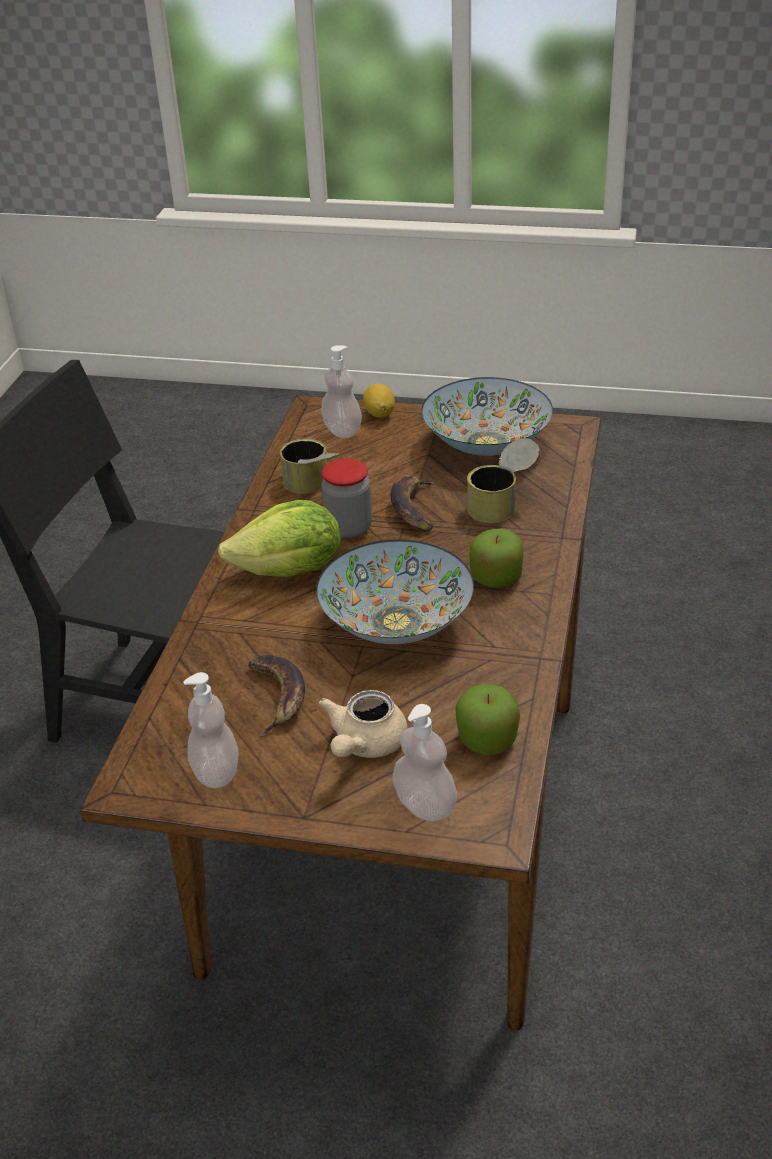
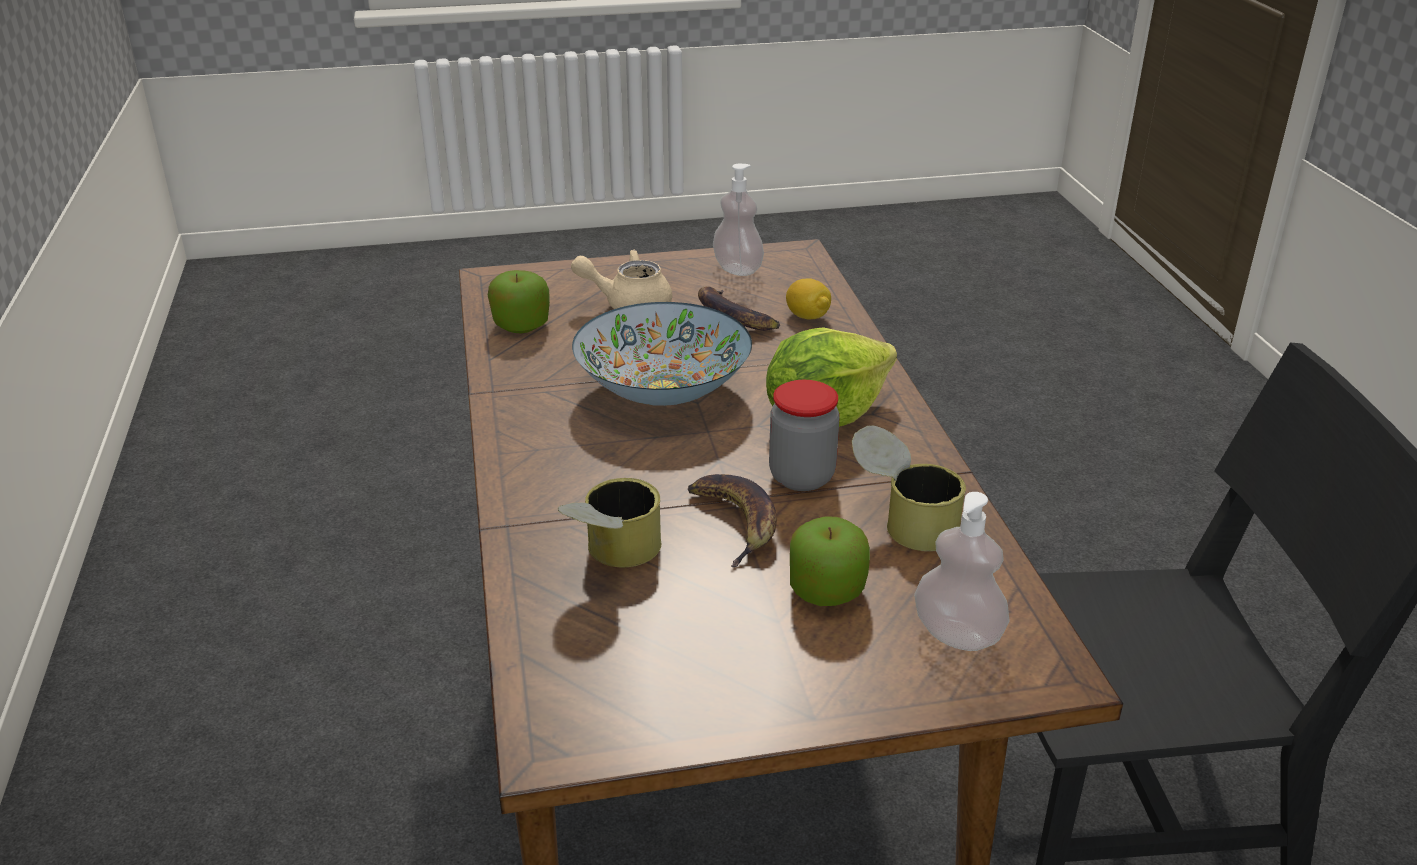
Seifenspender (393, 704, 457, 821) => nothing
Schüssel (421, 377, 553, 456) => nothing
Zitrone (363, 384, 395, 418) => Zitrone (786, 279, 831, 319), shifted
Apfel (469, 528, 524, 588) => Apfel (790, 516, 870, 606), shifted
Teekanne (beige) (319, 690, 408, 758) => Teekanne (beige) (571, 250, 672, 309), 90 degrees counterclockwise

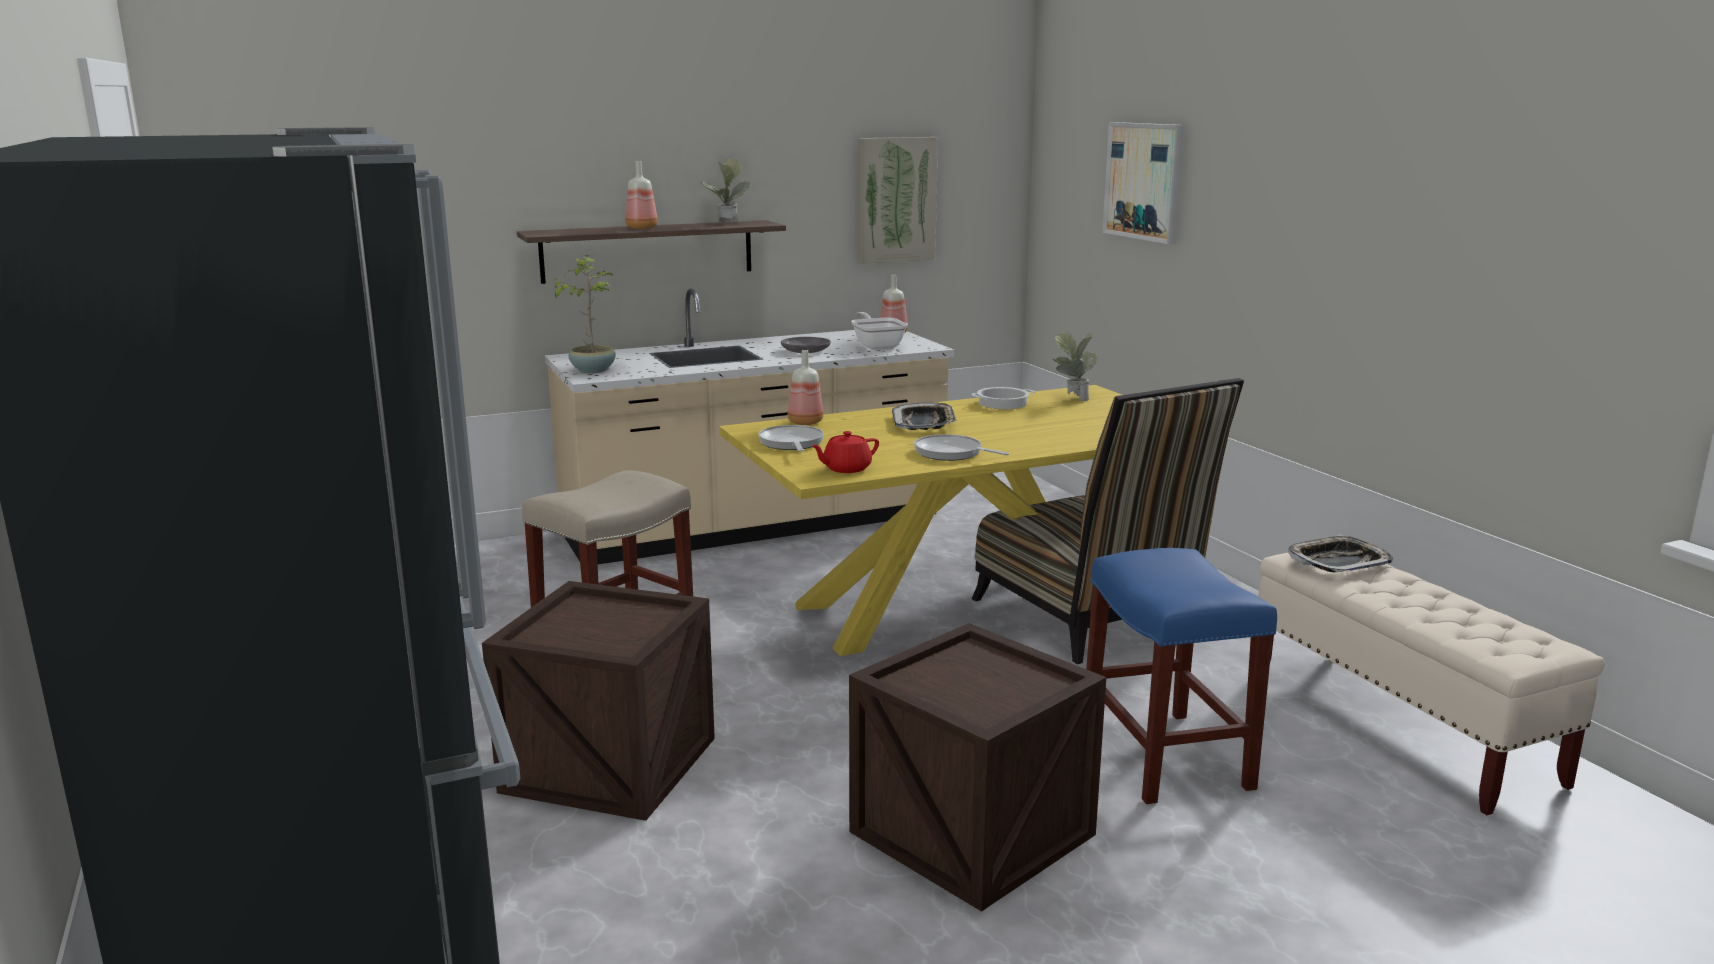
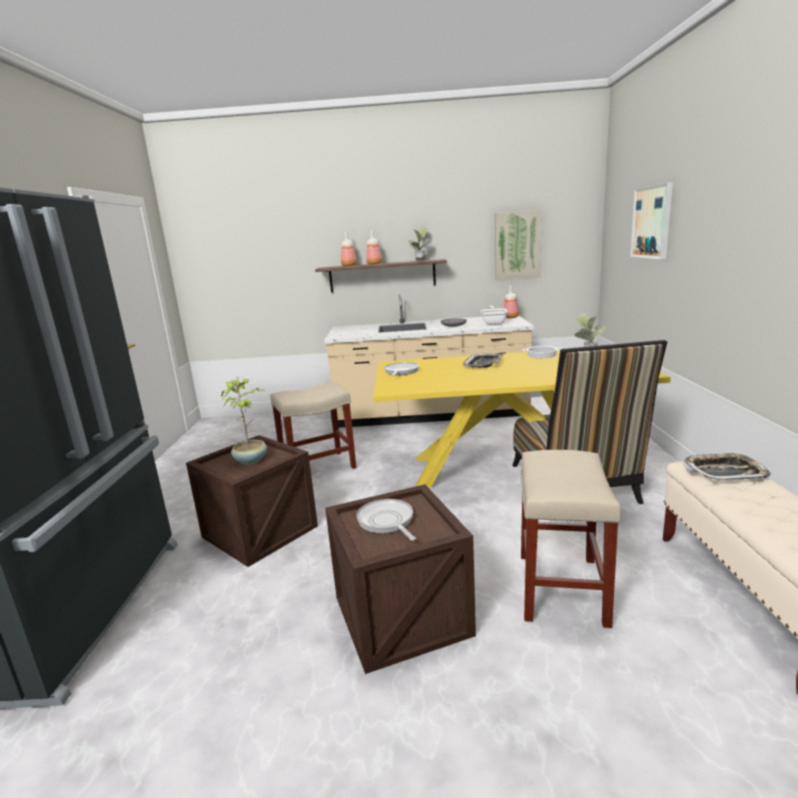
Teekanne (rot) (811, 431, 879, 473) => nothing
Topfpflanze (551, 255, 616, 373) => Topfpflanze (221, 377, 267, 465), shifted
Flasche (788, 350, 823, 425) => Flasche (341, 232, 357, 266), shifted
Pfanne (914, 434, 1009, 461) => Pfanne (356, 499, 416, 541), shifted
Hocker (blau) (1086, 548, 1277, 804) => Hocker (beige) (521, 450, 621, 628)

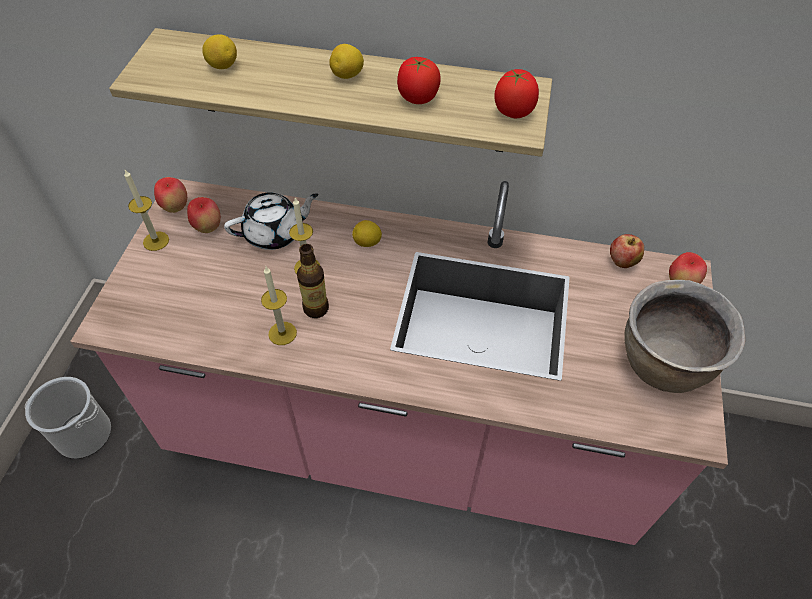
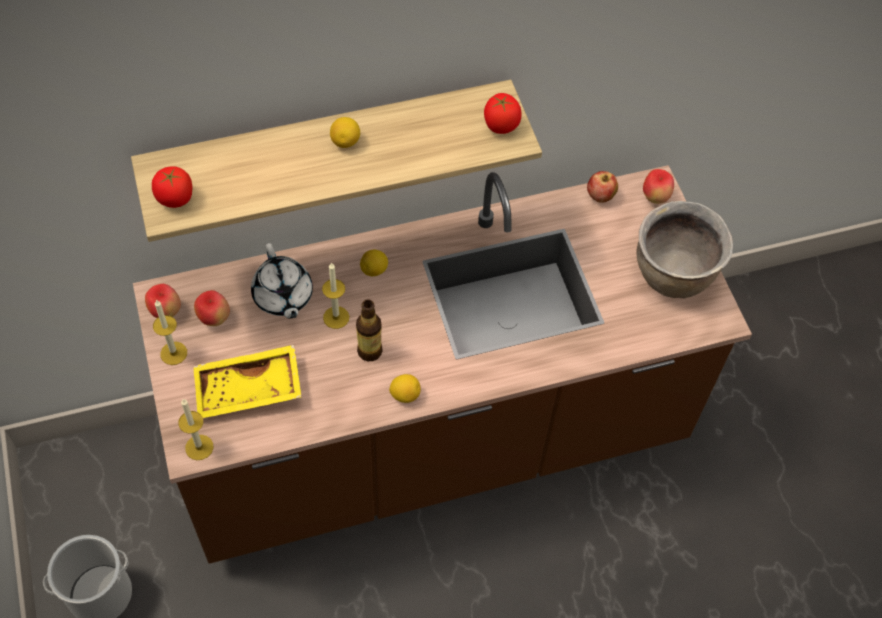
nothing => Tablett (gelb) (193, 345, 301, 418)
Zitrone (202, 34, 237, 69) => Zitrone (389, 374, 421, 403), shifted
Kerze (261, 267, 297, 345) => Kerze (178, 399, 213, 460), shifted
Tomate (397, 57, 441, 104) => Tomate (152, 166, 192, 208), shifted
Küchenzeile (rosa) (70, 179, 728, 545) => Küchenzeile (braun) (133, 165, 752, 564)
Teekanne (weiß) (224, 192, 319, 250) => Teekanne (weiß) (251, 243, 313, 318), 120 degrees clockwise

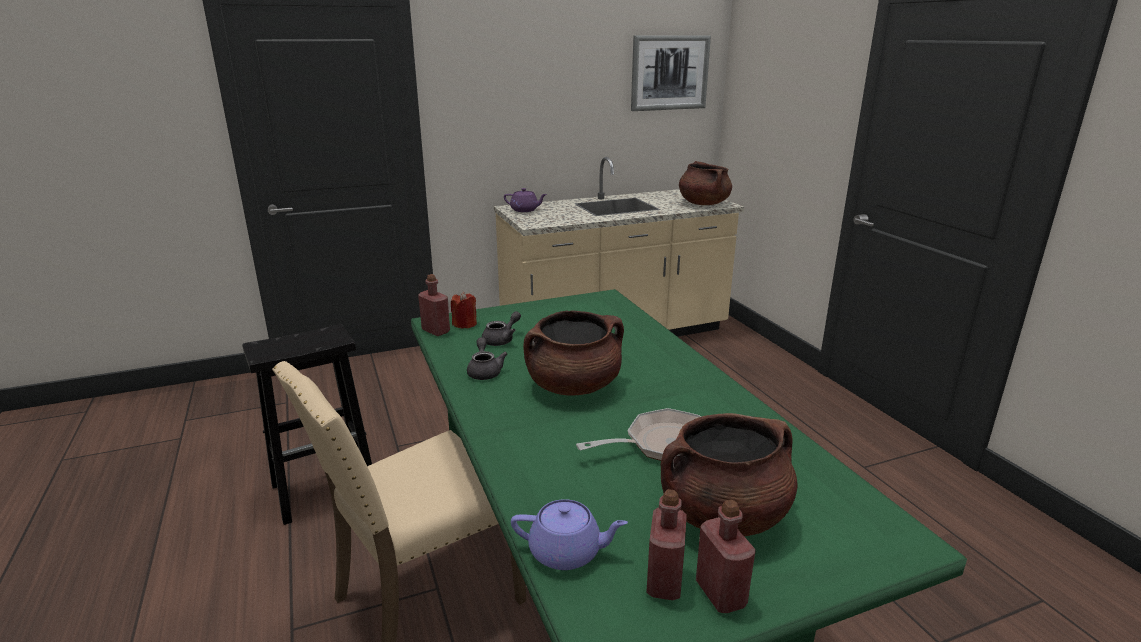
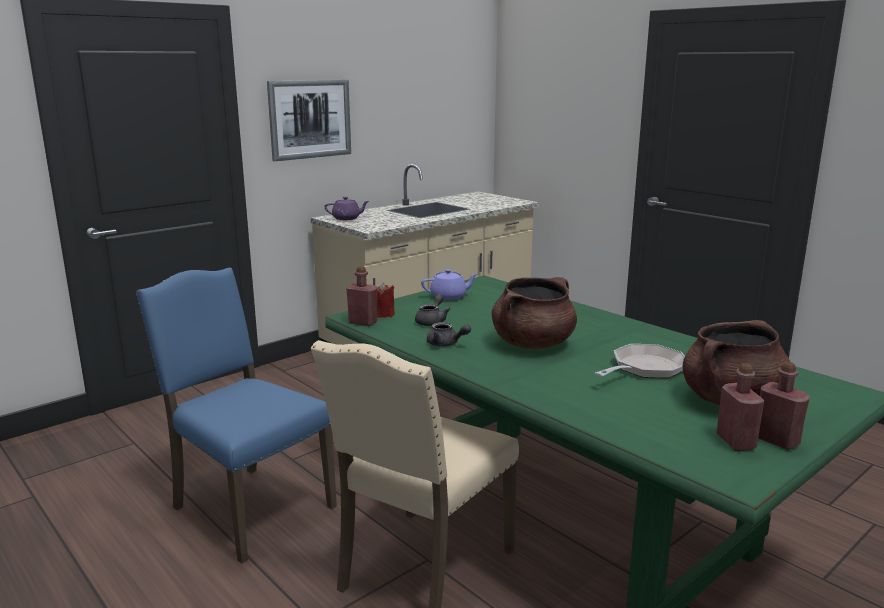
Kochtopf (braun) (679, 161, 732, 205) => nothing
Teekanne (lila) (511, 499, 628, 570) => Teekanne (lila) (421, 269, 478, 300), shifted
Bild (631, 35, 711, 111) => Bild (267, 80, 351, 161), shifted
Hocker (schwarz) (242, 324, 372, 525) => Stuhl (blau) (136, 268, 337, 563)
Teekanne (grau) (467, 337, 507, 380) => Teekanne (grau) (427, 322, 471, 347), 150 degrees clockwise

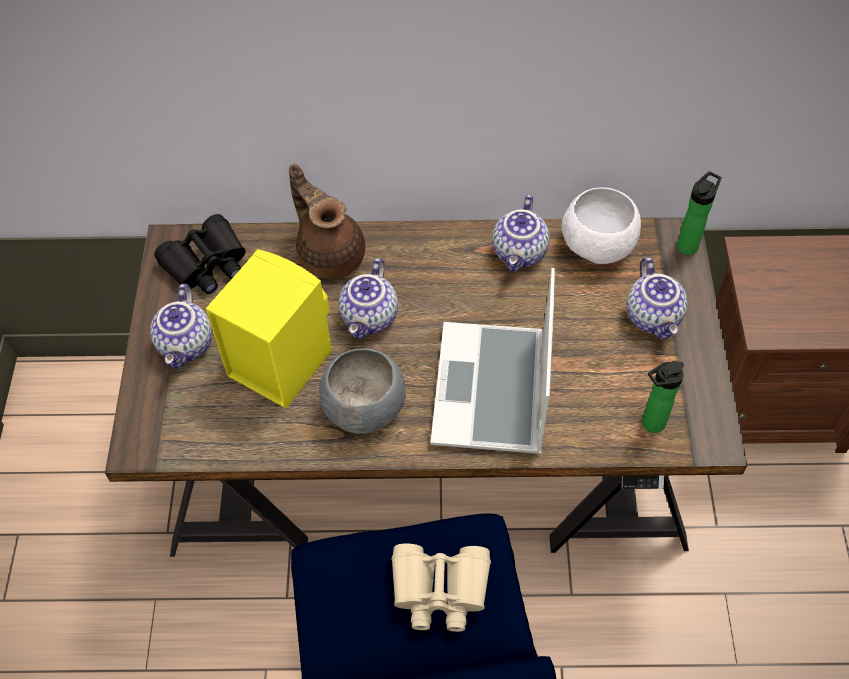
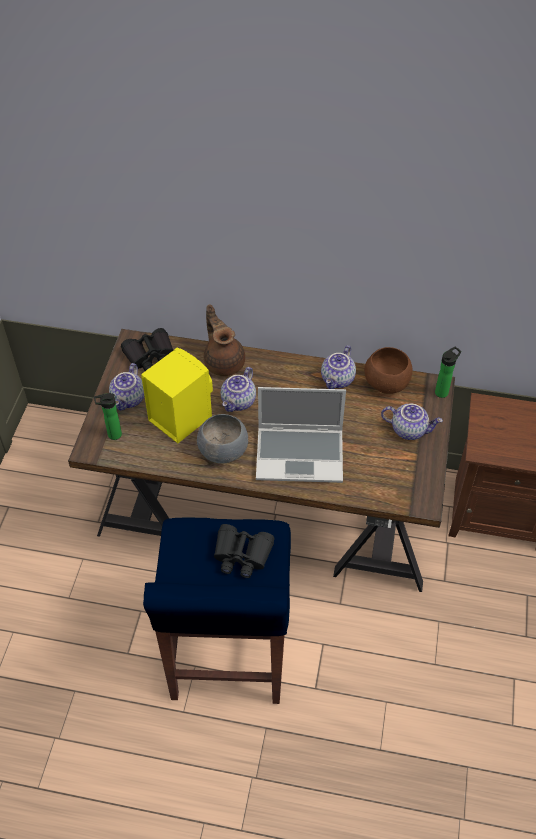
Flasche (642, 361, 684, 433) => Flasche (94, 393, 122, 440), shifted
Fernglas (beige) (391, 543, 491, 632) => Fernglas (schwarz) (214, 524, 275, 578)
Schüssel (weiß) (562, 188, 641, 264) => Schüssel (braun) (364, 347, 413, 394)
Laptop (431, 268, 555, 454) => Laptop (256, 387, 346, 483), 105 degrees counterclockwise
Teekanne (626, 257, 688, 340) => Teekanne (381, 404, 443, 440), 75 degrees counterclockwise

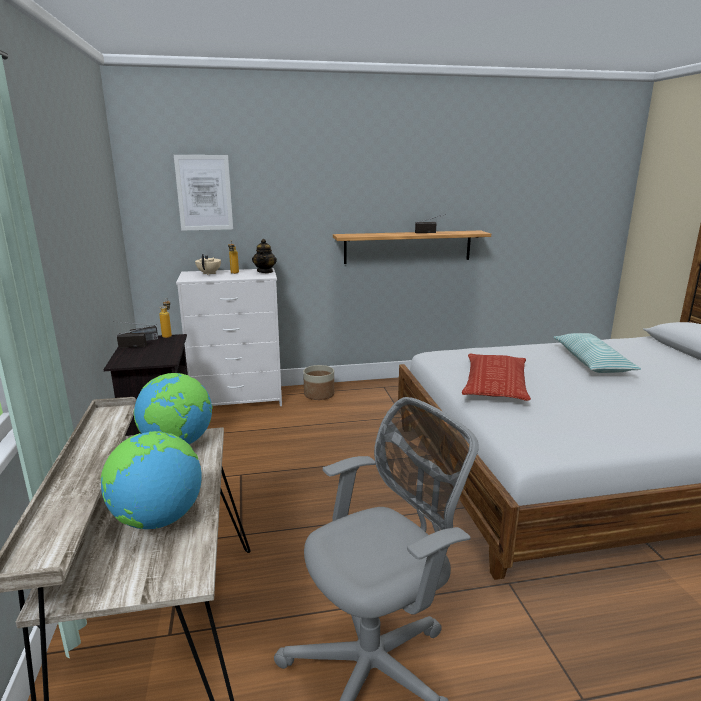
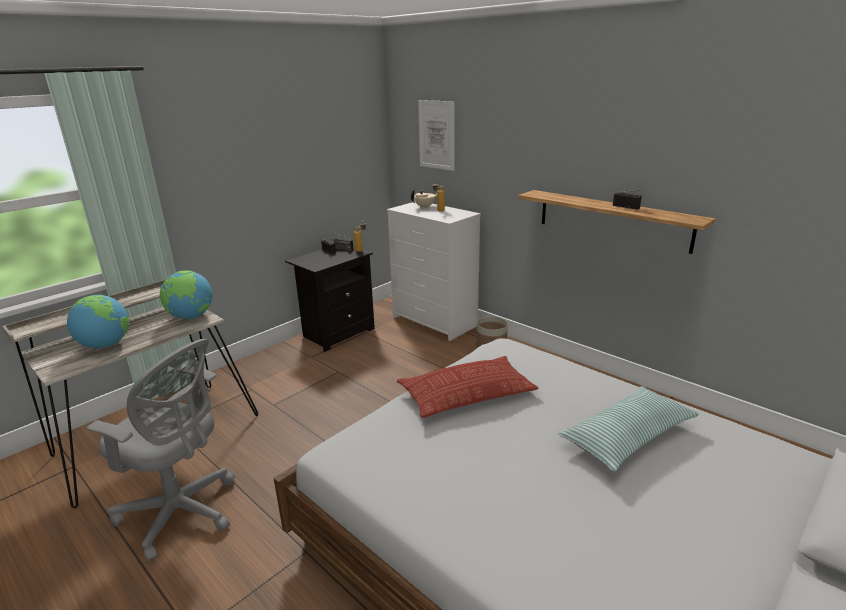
Teekanne (252, 239, 277, 273) => nothing

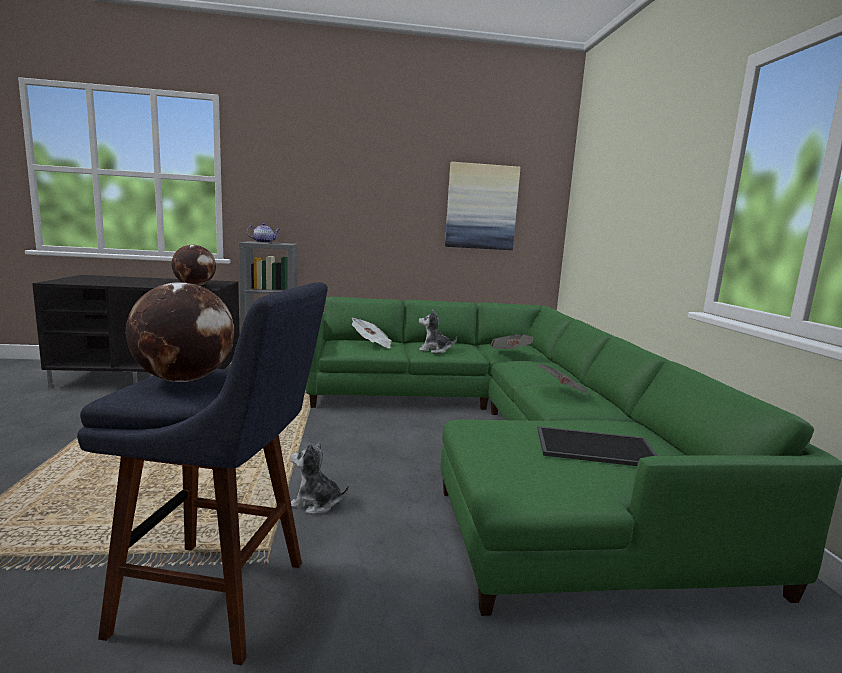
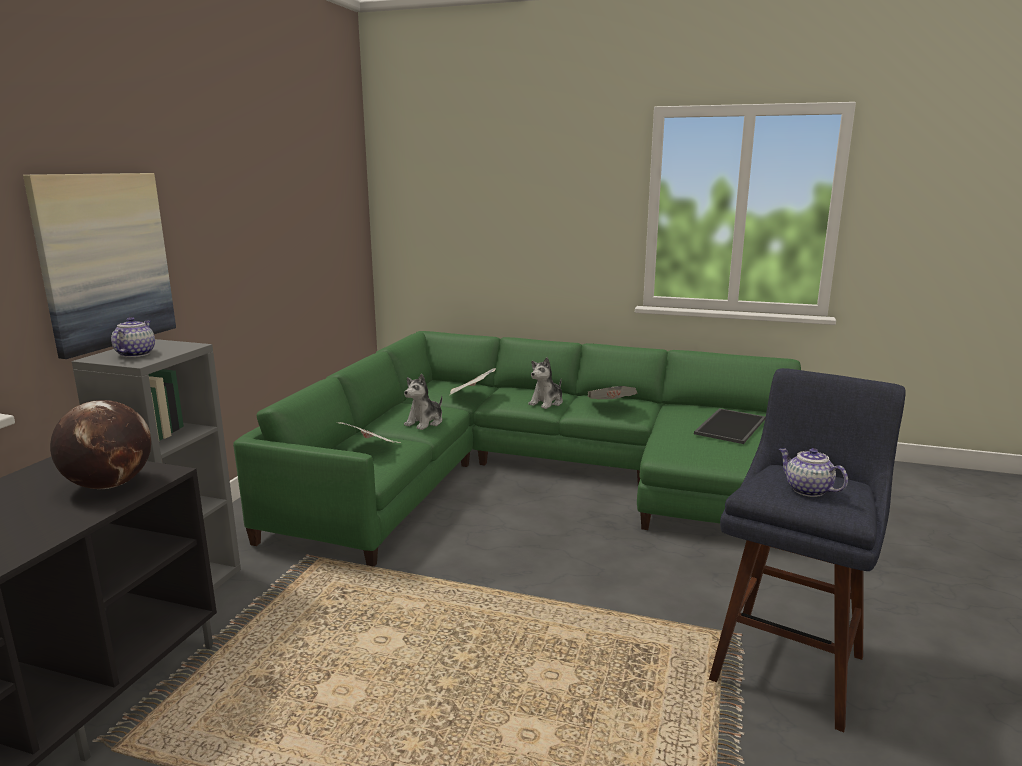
Plüschtier (290, 442, 349, 514) => Plüschtier (528, 357, 563, 409), shifted
Bild (445, 162, 520, 250) => Bild (23, 173, 176, 359), shifted
Globus (126, 282, 234, 382) => Teekanne (779, 448, 848, 497)

